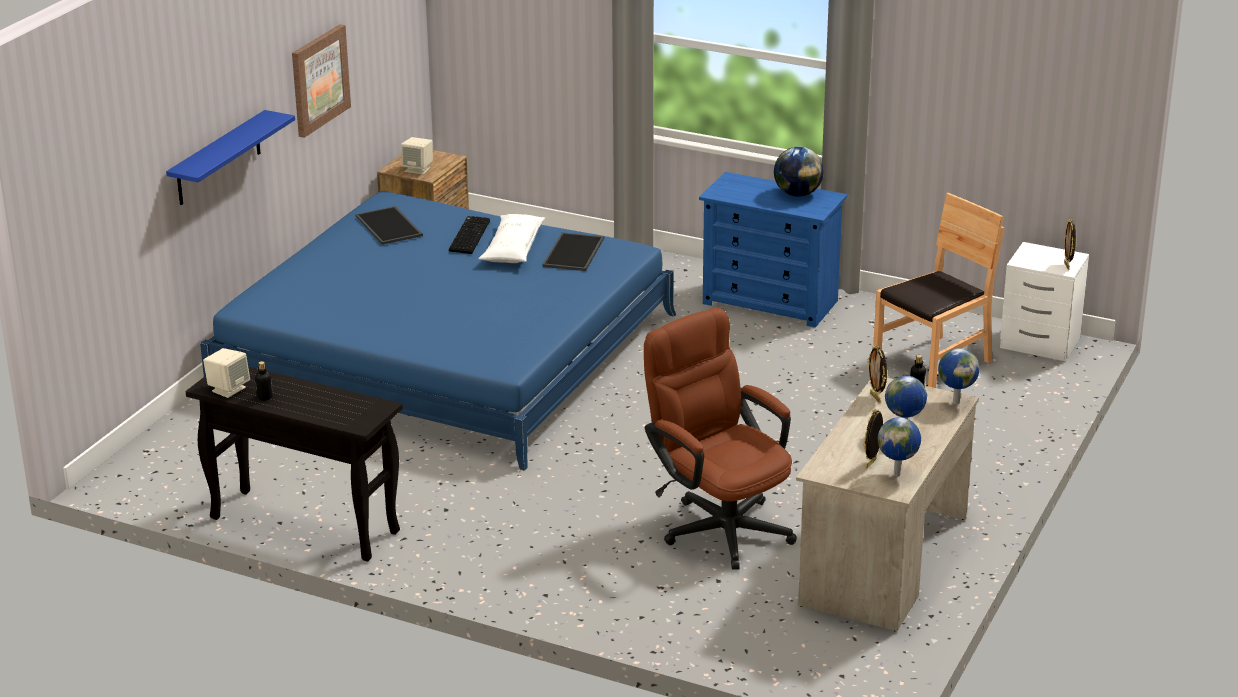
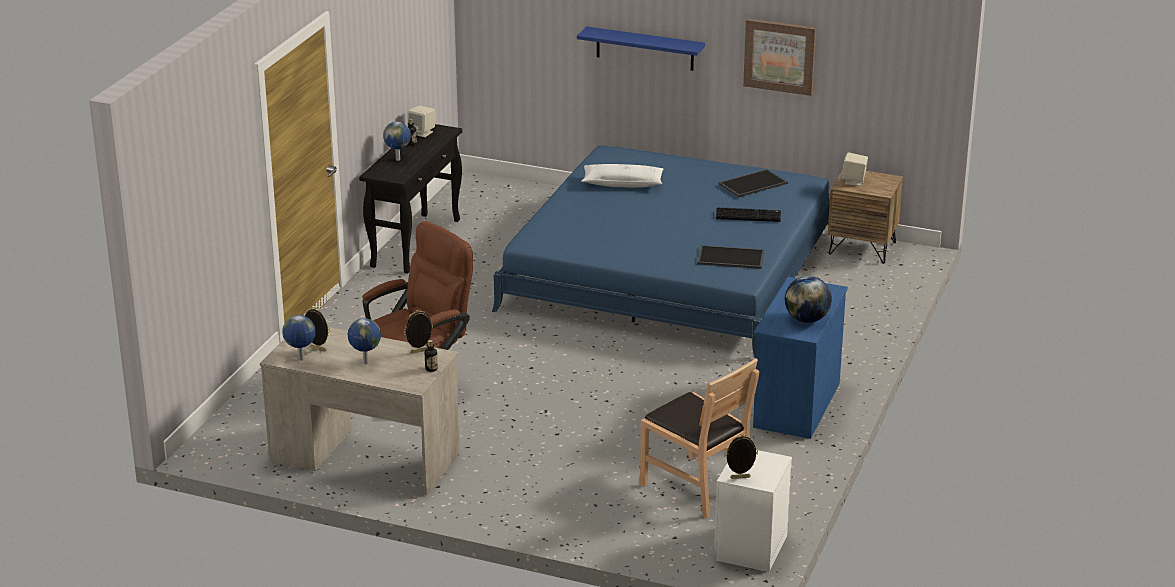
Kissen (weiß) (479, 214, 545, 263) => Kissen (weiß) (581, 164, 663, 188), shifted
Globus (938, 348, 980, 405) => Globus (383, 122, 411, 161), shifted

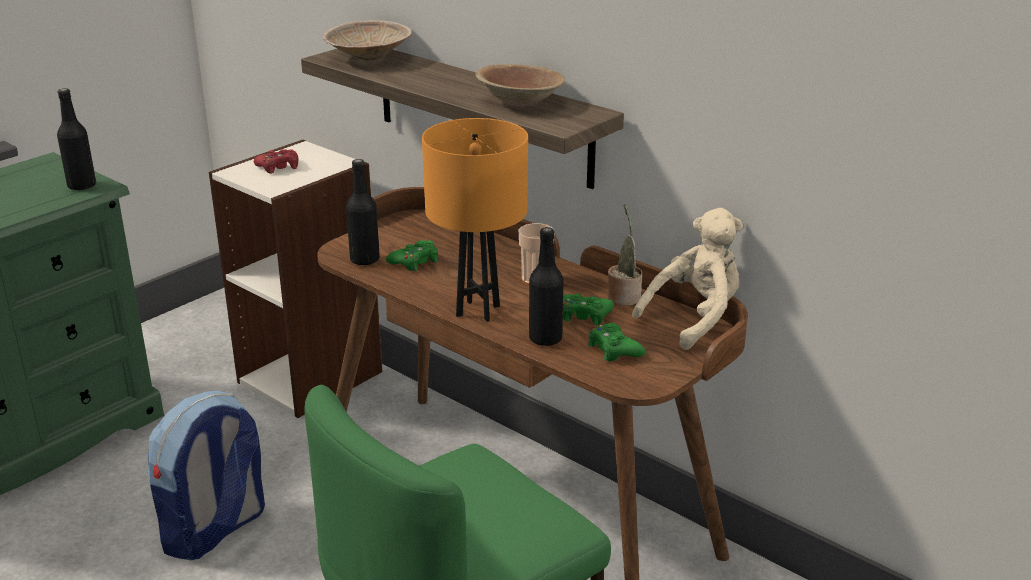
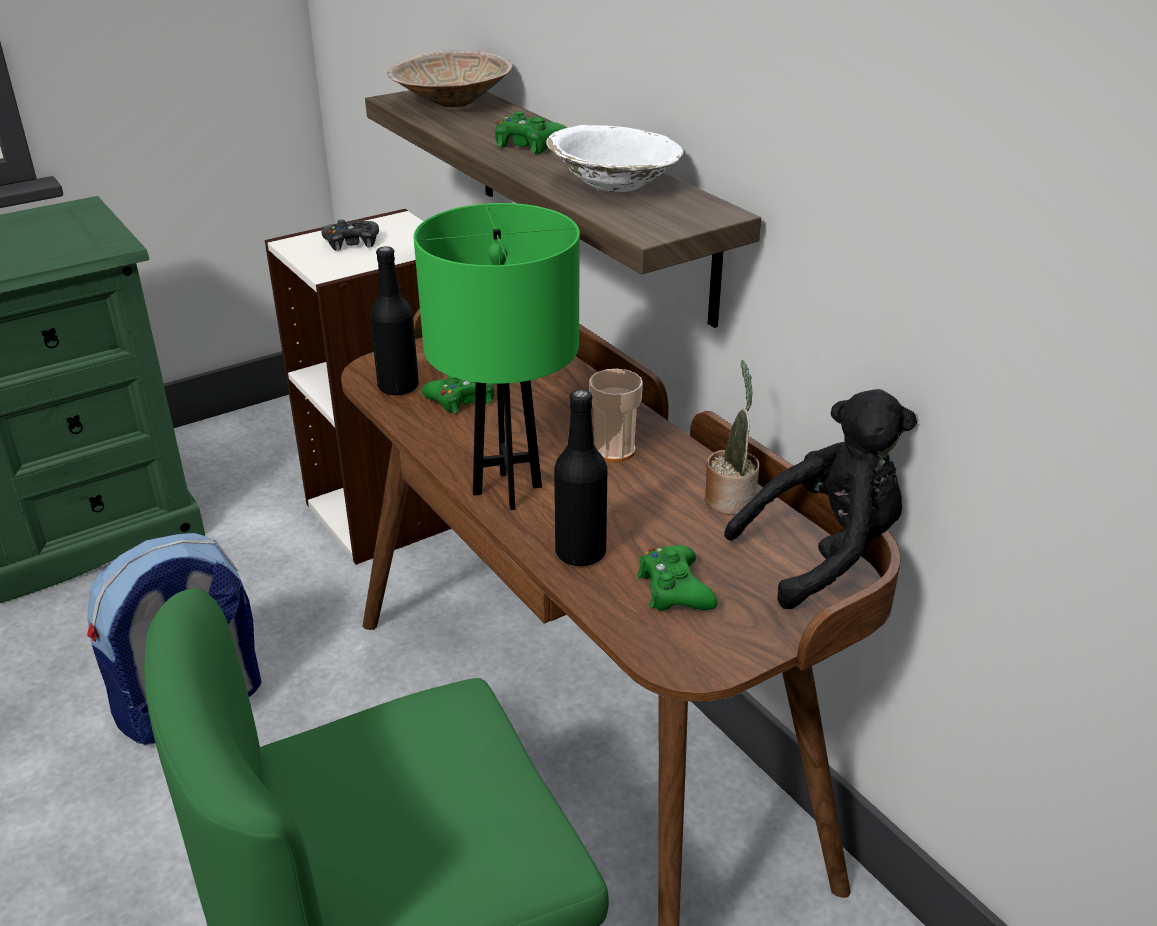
Flasche (schwarz) (57, 88, 96, 191) => nothing
Gamepad (grün) (563, 293, 614, 325) => Gamepad (grün) (495, 111, 567, 154), shifted
Gamepad (rot) (254, 149, 298, 174) => Gamepad (schwarz) (322, 220, 379, 251)
Tischlampe (orange) (422, 118, 528, 322) => Tischlampe (grün) (414, 203, 580, 510)
Schüssel (braun) (476, 64, 565, 106) => Schüssel (weiß) (546, 125, 683, 192)
Plüschtier (beige) (632, 208, 743, 350) => Plüschtier (schwarz) (724, 389, 917, 609)

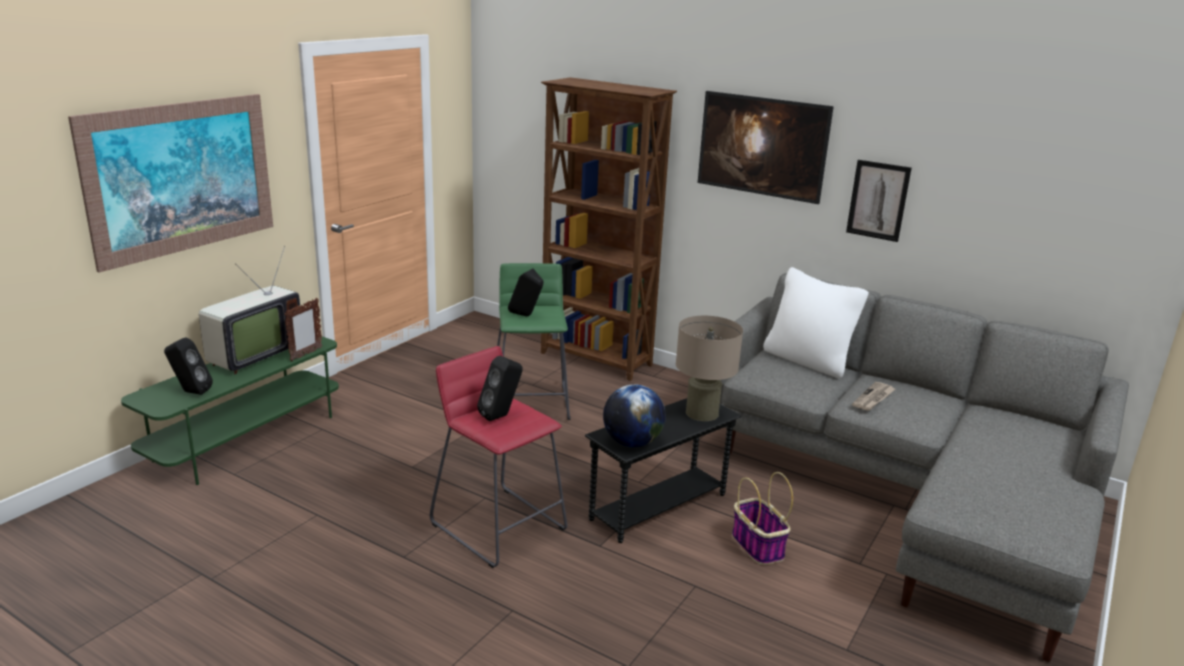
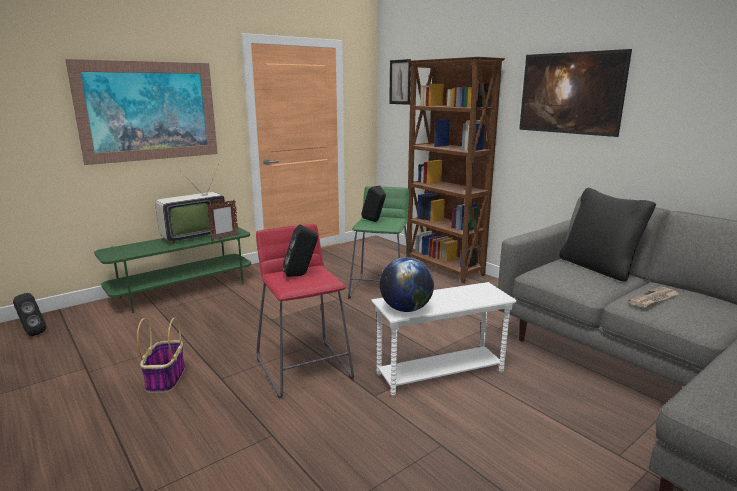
Tischlampe (beige) (676, 316, 743, 421) => nothing
Lautsprecher (schwarz) (164, 337, 213, 395) => Lautsprecher (schwarz) (13, 293, 46, 336), shifted
Korb (732, 472, 793, 565) => Korb (137, 318, 185, 393), shifted
Bild (846, 160, 912, 242) => Bild (389, 59, 411, 105), shifted
Beistelltisch (schwarz) (585, 398, 741, 543) => Beistelltisch (weiß) (371, 282, 517, 397)
Kissen (weiß) (763, 267, 869, 378) => Kissen (schwarz) (559, 188, 656, 282)

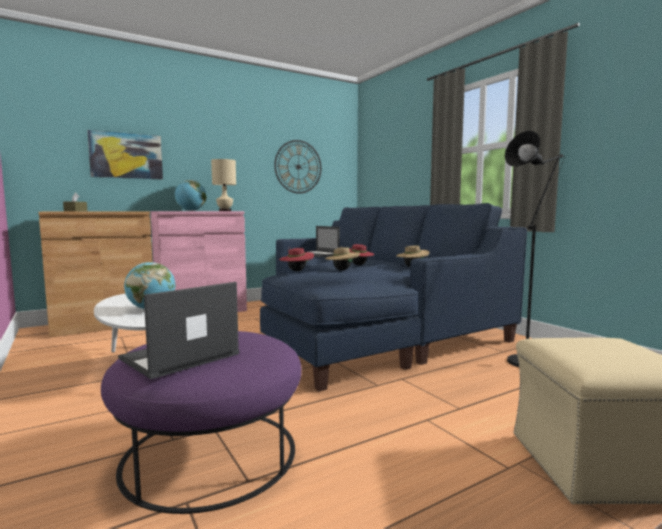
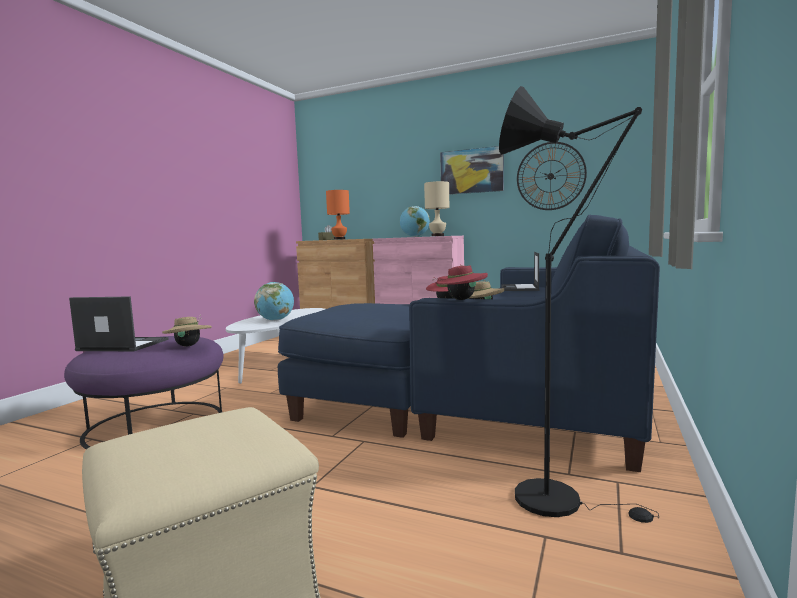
nothing => Tischlampe (orange) (326, 190, 350, 240)
Bild (87, 130, 163, 179) => Bild (440, 146, 504, 195), shifted
Hut (rot) (279, 248, 314, 271) => Hut (rot) (436, 264, 488, 300), shifted
Hut (beige) (325, 247, 360, 270) => Hut (beige) (162, 315, 212, 346), shifted

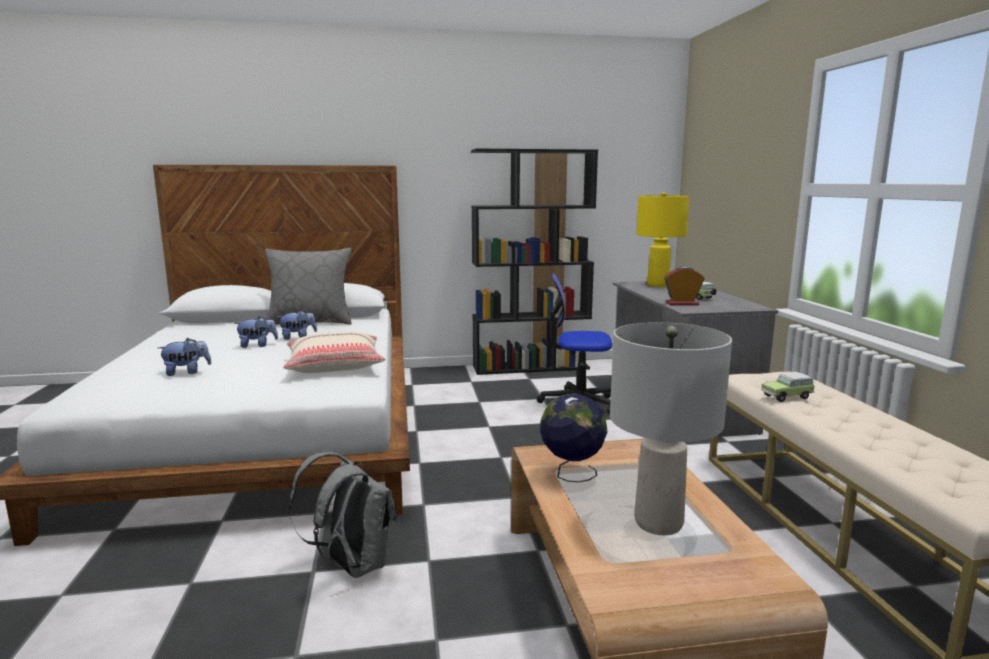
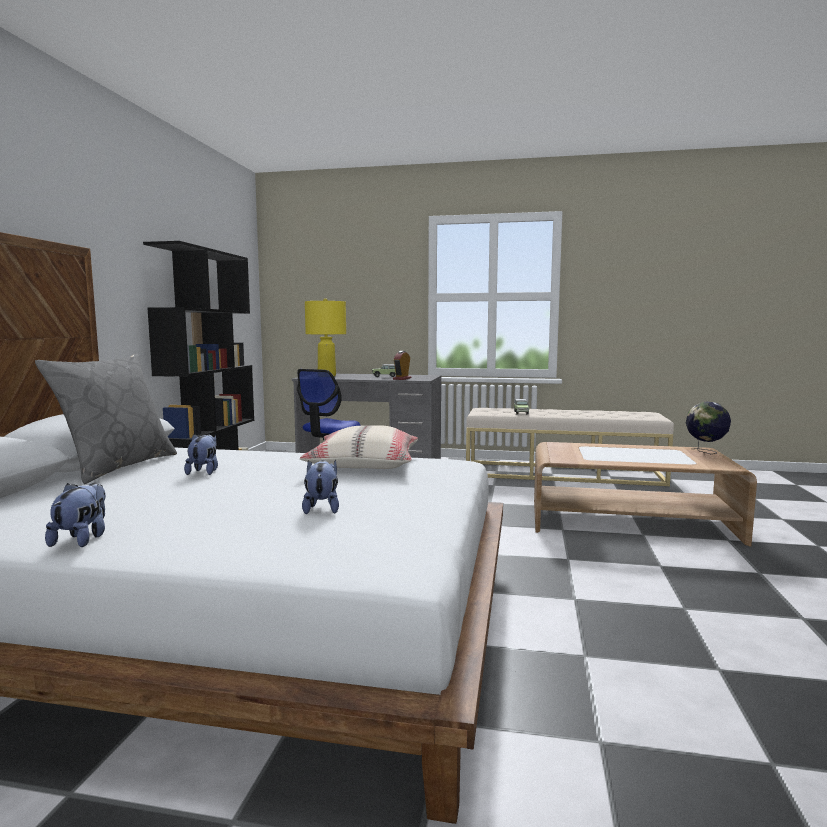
Rucksack (grau) (289, 452, 396, 578) => nothing
Tischlampe (grau) (610, 322, 732, 535) => nothing
Plüschtier (234, 316, 278, 348) => Plüschtier (45, 483, 106, 547), shifted
Globus (540, 393, 608, 482) => Globus (686, 402, 731, 454), shifted

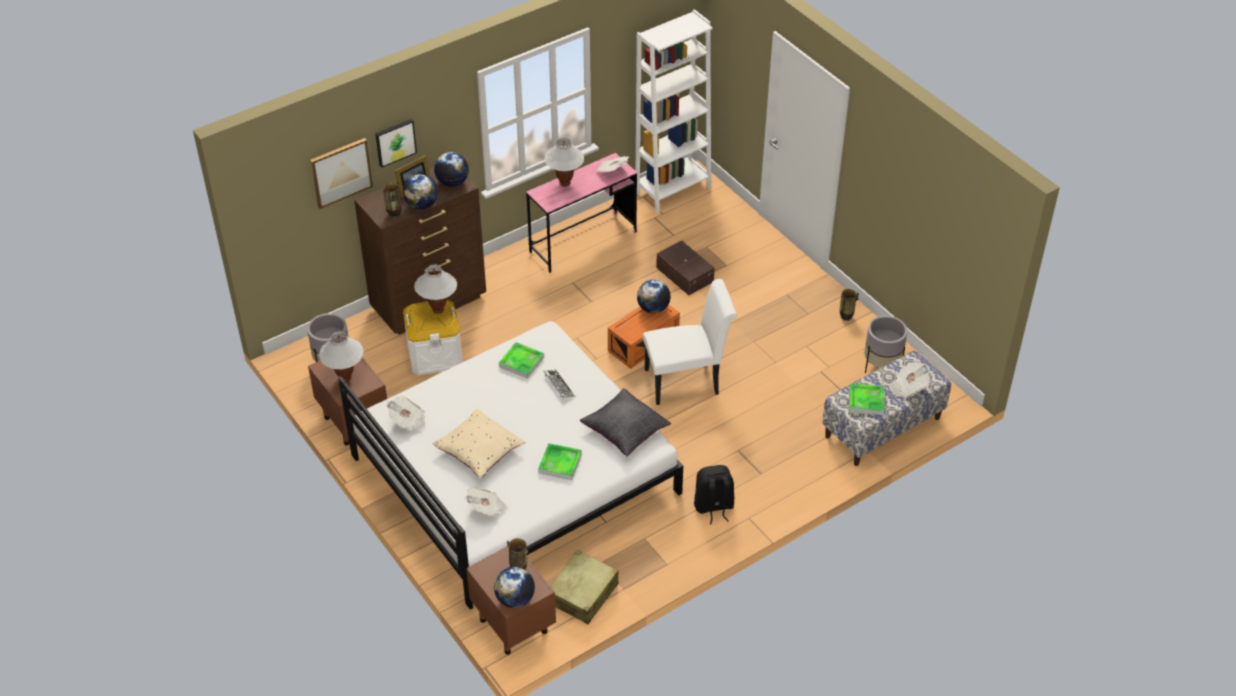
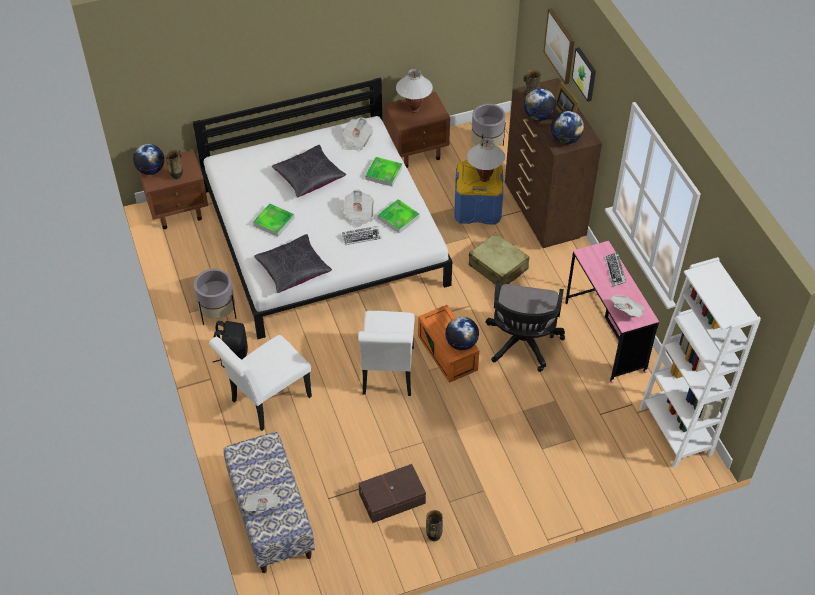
nothing => Stuhl (weiß) (209, 335, 312, 431)
nothing => Bürostuhl (schwarz) (485, 280, 565, 372)
Zeitung (465, 487, 508, 516) => Zeitung (342, 190, 374, 228), shifted
Koffer (beige) (550, 550, 619, 624) => Koffer (beige) (469, 233, 529, 288), shifted
Aufbewahrungsbox (braun) (656, 240, 715, 295) => Aufbewahrungsbox (braun) (359, 464, 426, 523), shifted
Tablett (849, 384, 885, 415) => Tablett (365, 157, 402, 187), shifted
Pflanzkübel (grau) (864, 316, 908, 373) => Pflanzkübel (grau) (194, 269, 236, 325), shifted
Tischlampe (weiß) (545, 138, 584, 187) => Tastatur (605, 252, 626, 287)
Aufbewahrungsbox (weiß) (403, 300, 463, 375) => Aufbewahrungsbox (blau) (454, 160, 503, 225)
Kissen (beige) (432, 409, 525, 478) => Kissen (schwarz) (272, 145, 346, 198)

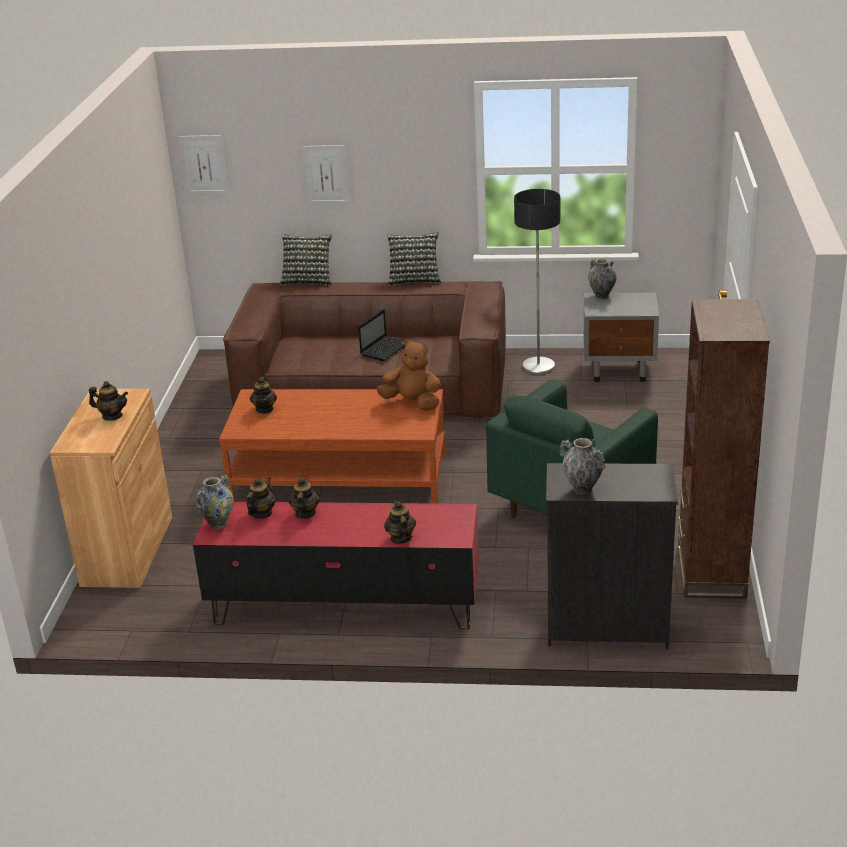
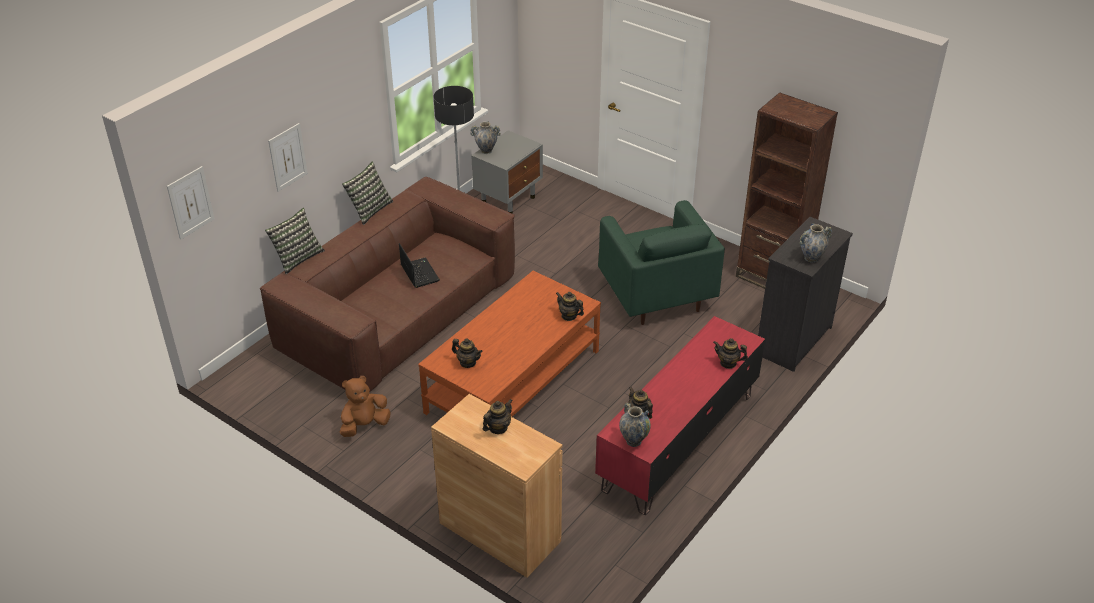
Teekanne (289, 476, 320, 519) => Teekanne (556, 292, 584, 321), shifted
Plüschtier (braun) (377, 339, 441, 411) => Plüschtier (braun) (340, 376, 391, 437), shifted

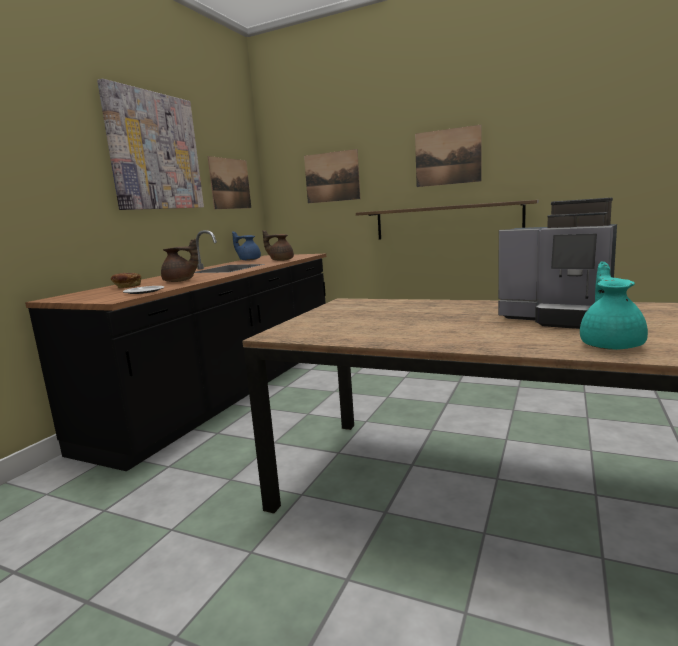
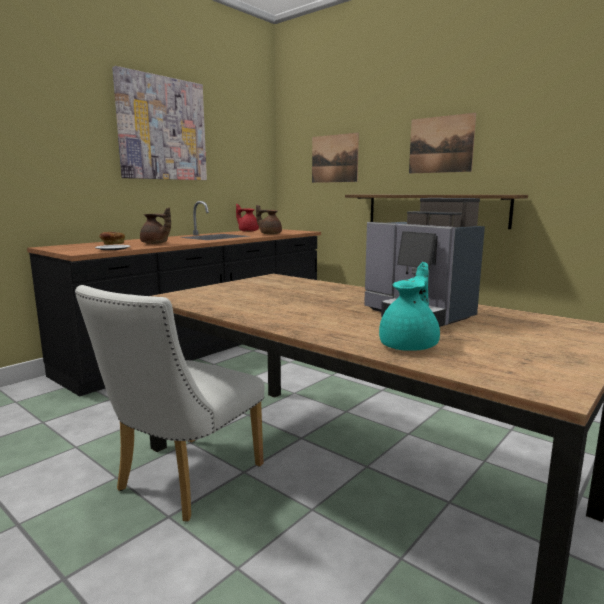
Bild (208, 156, 251, 209) => nothing
nothing => Stuhl (weiß) (75, 285, 264, 522)
Teekanne (blau) (232, 231, 261, 260) => Teekanne (rot) (236, 204, 259, 232)

